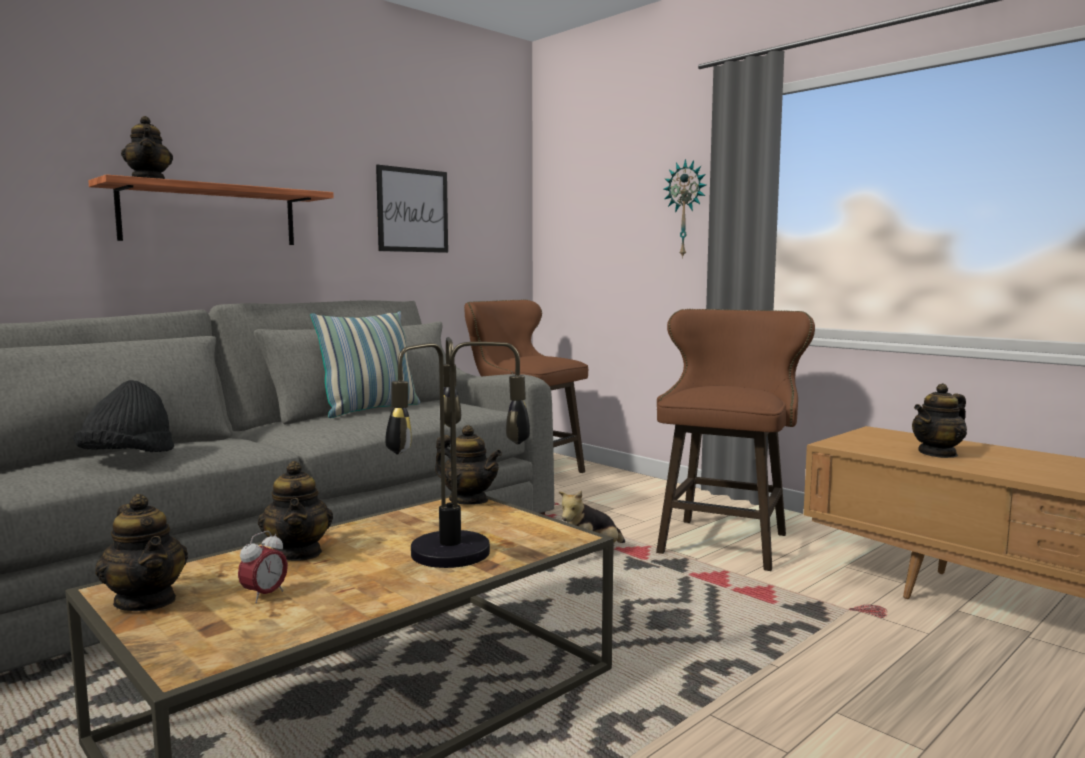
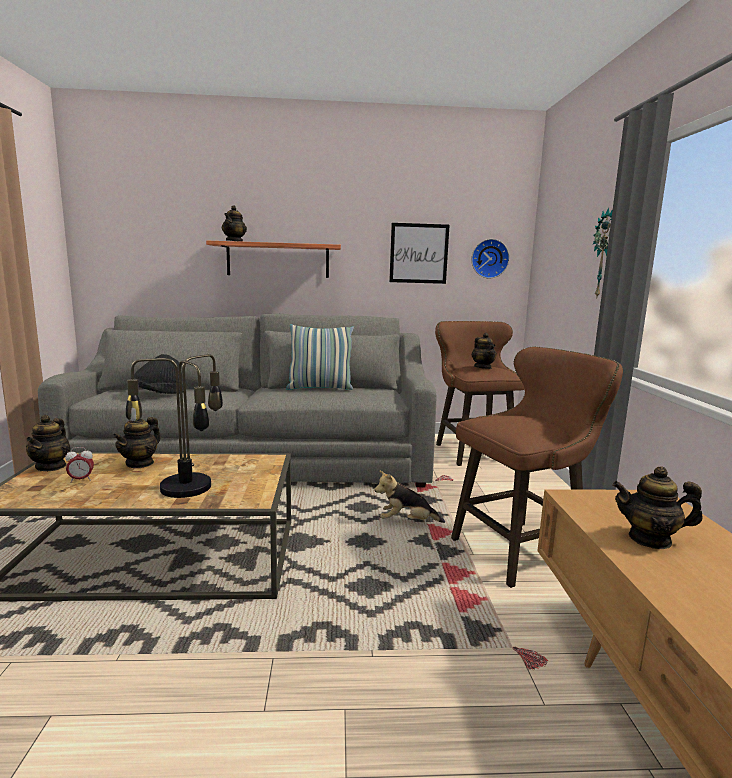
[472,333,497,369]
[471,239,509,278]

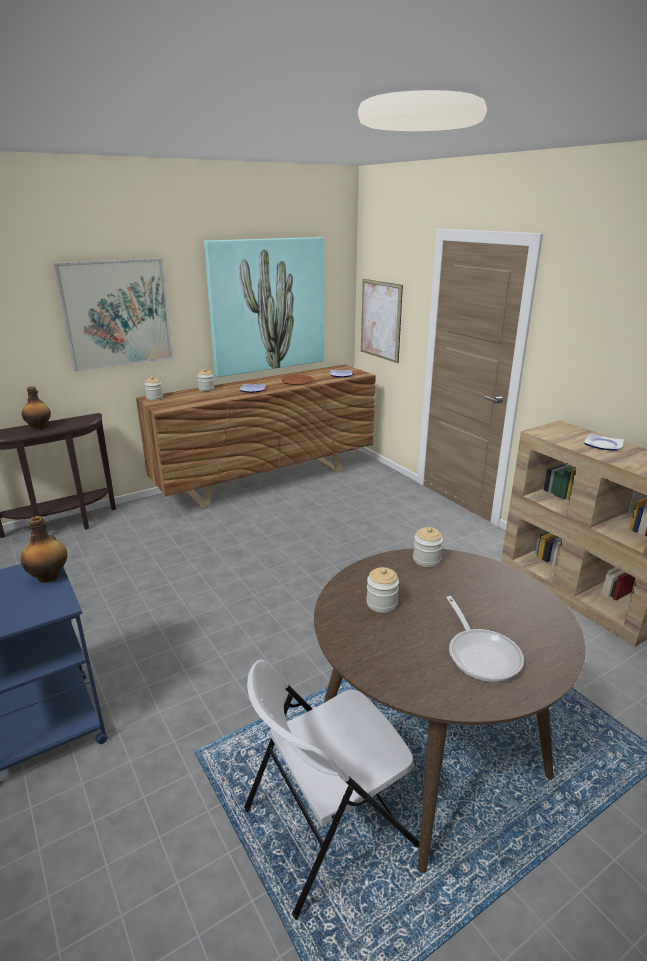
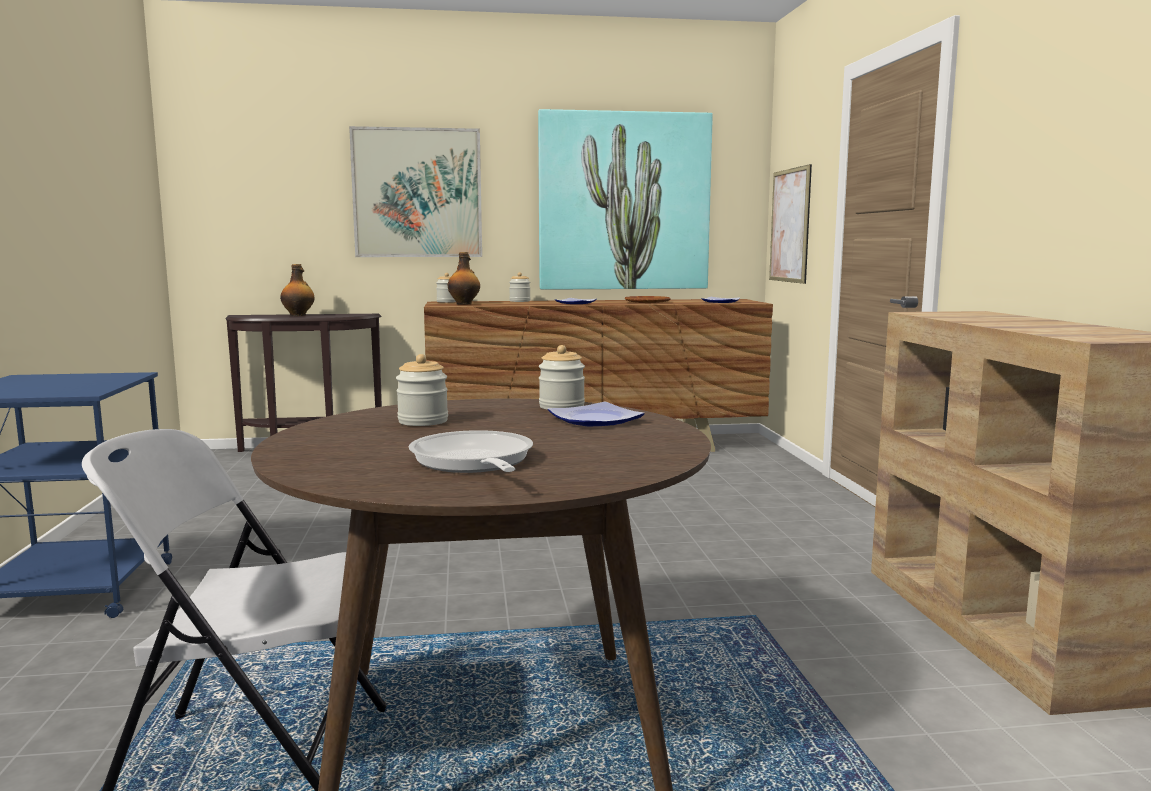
[548,402,645,426]
[447,252,480,305]
[409,430,533,473]

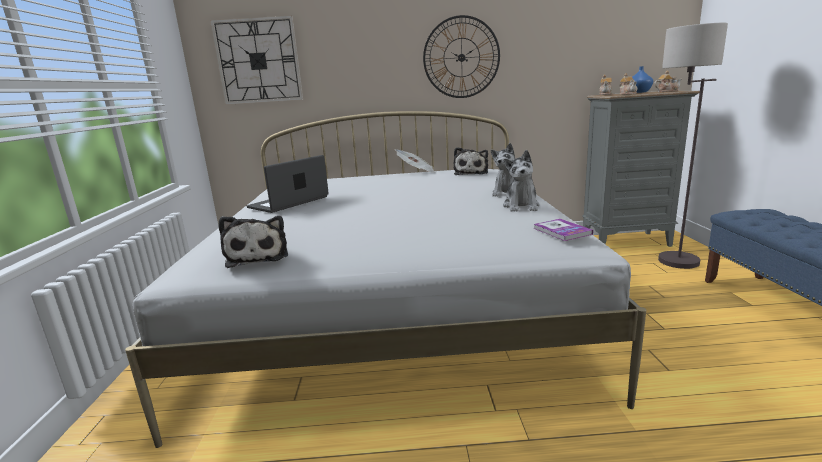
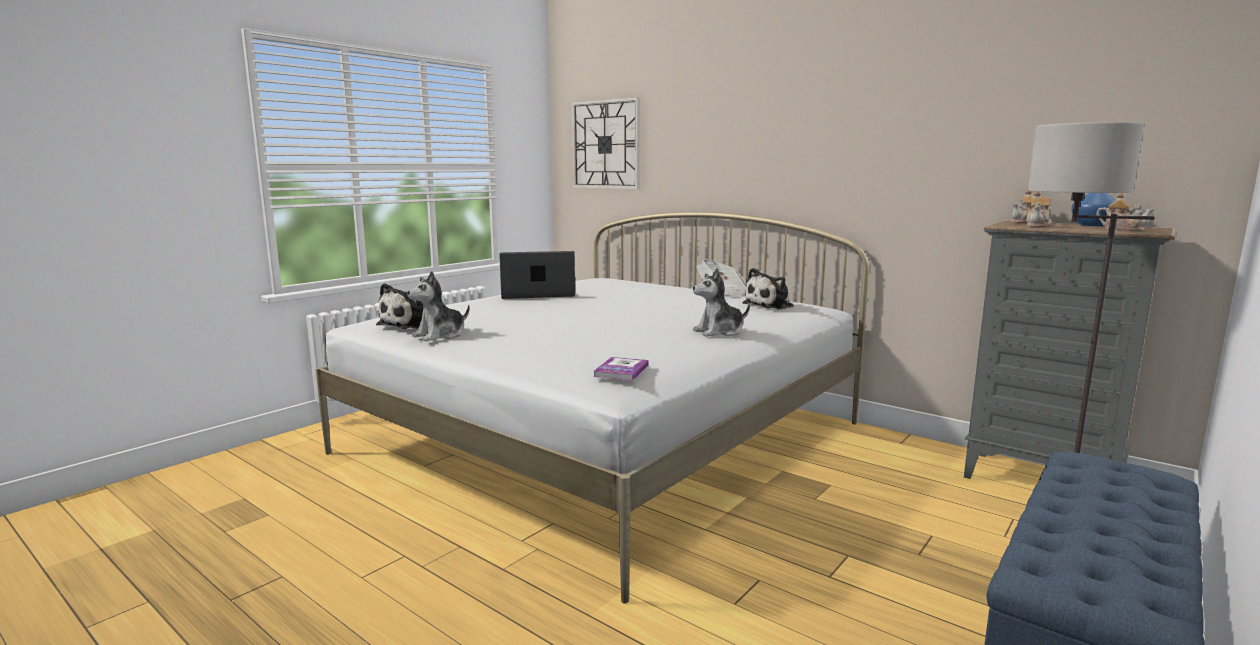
[423,15,500,98] (first image)
[408,271,470,341]

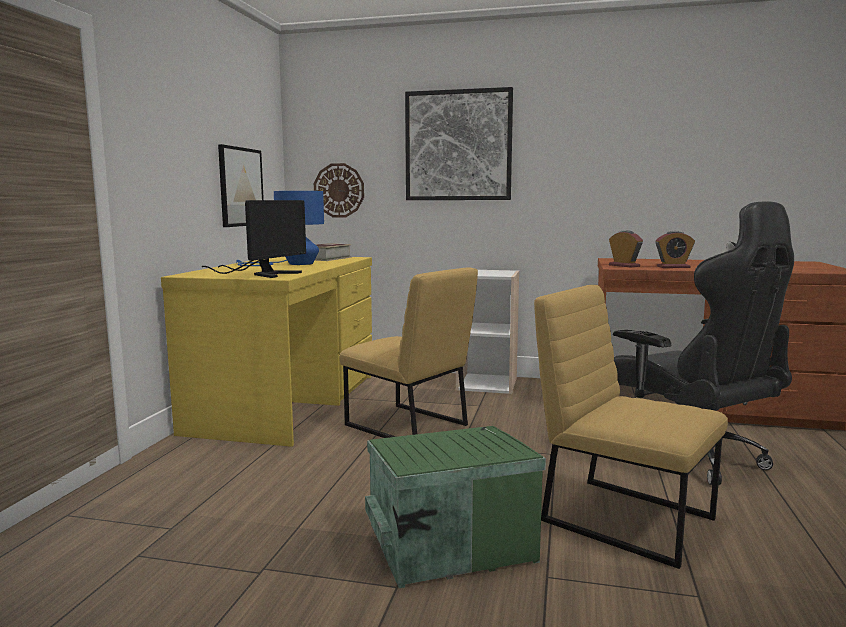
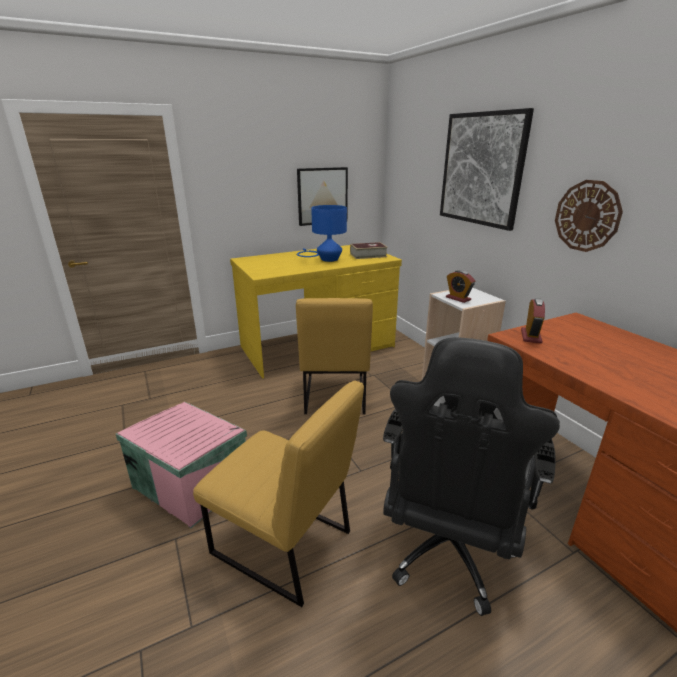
[555,180,623,252]
[202,200,306,278] (first image)
[446,270,475,303]
[193,380,364,607]
[116,402,247,528]

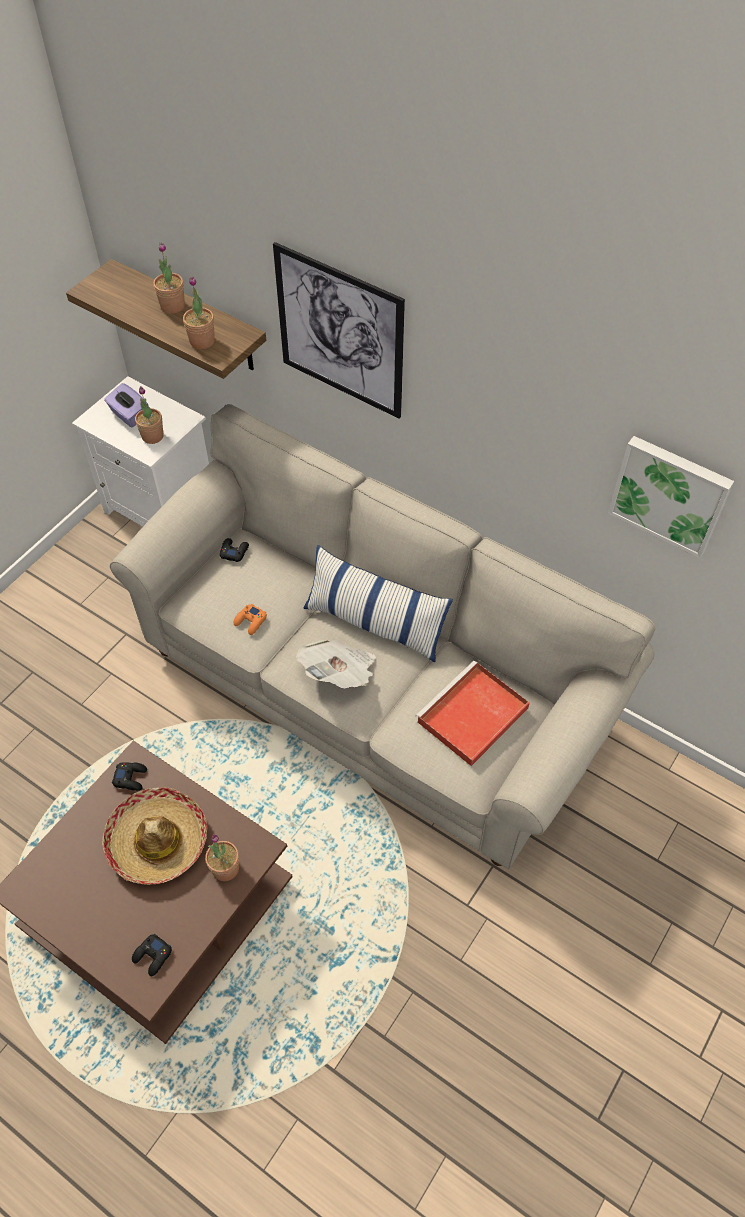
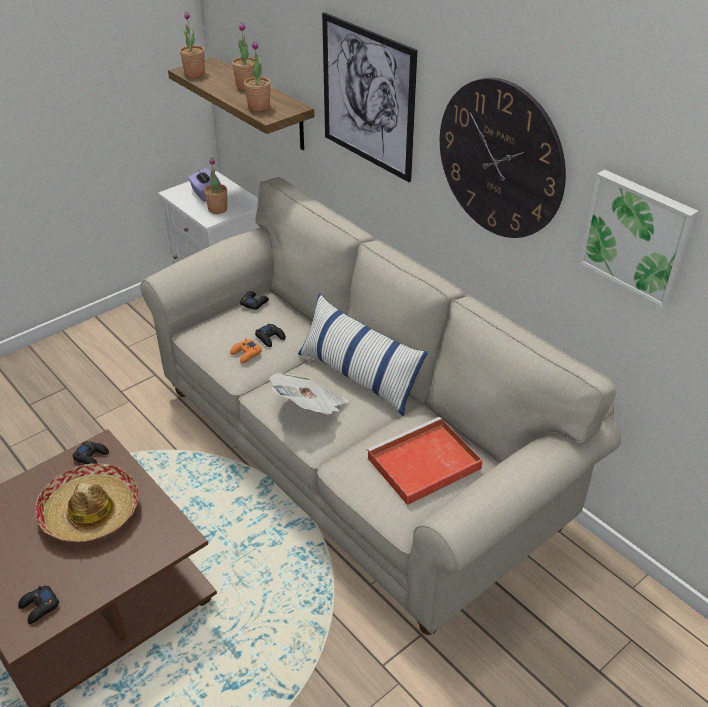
[180,11,205,77]
[440,78,566,238]
[255,324,286,347]

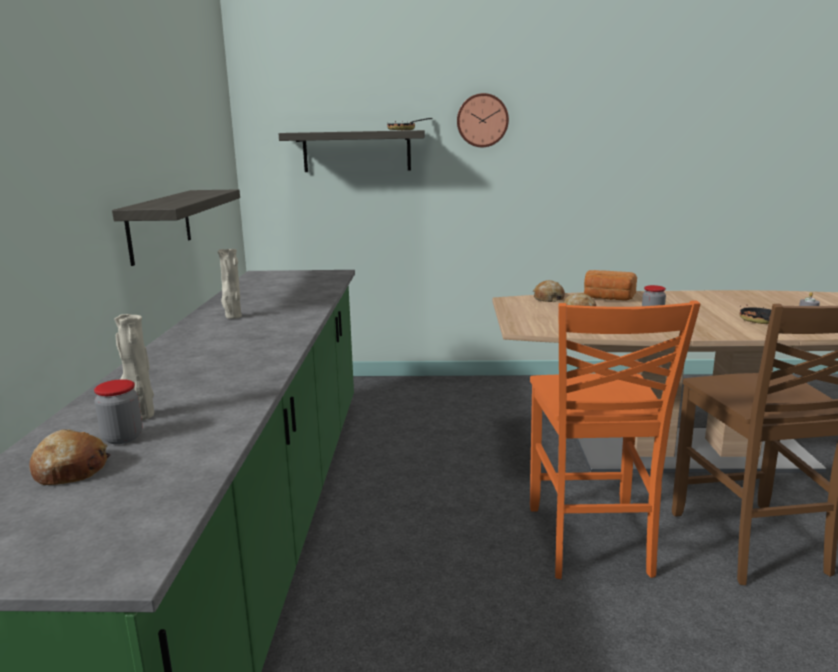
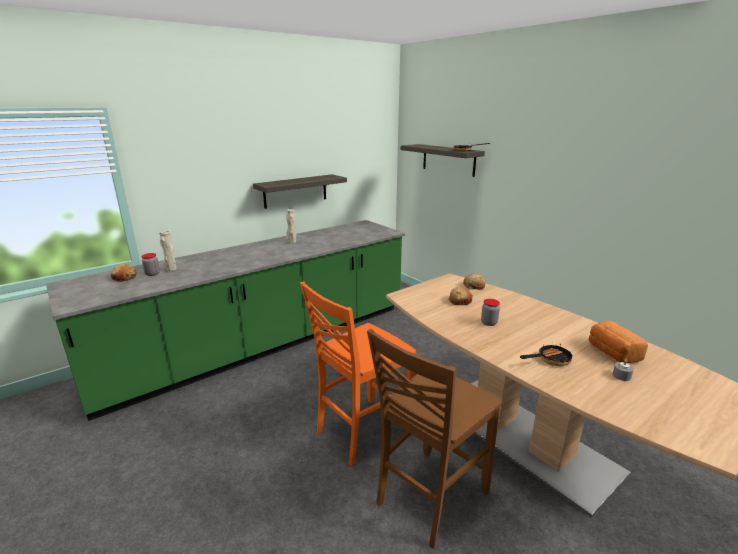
[457,93,509,147] (first image)
[589,321,648,363]

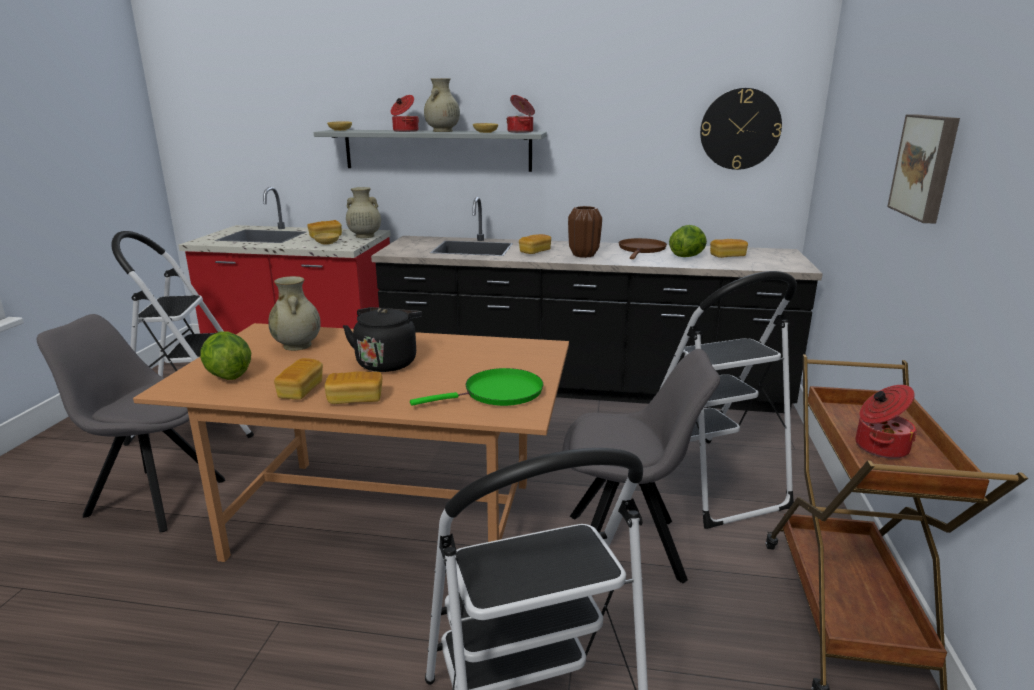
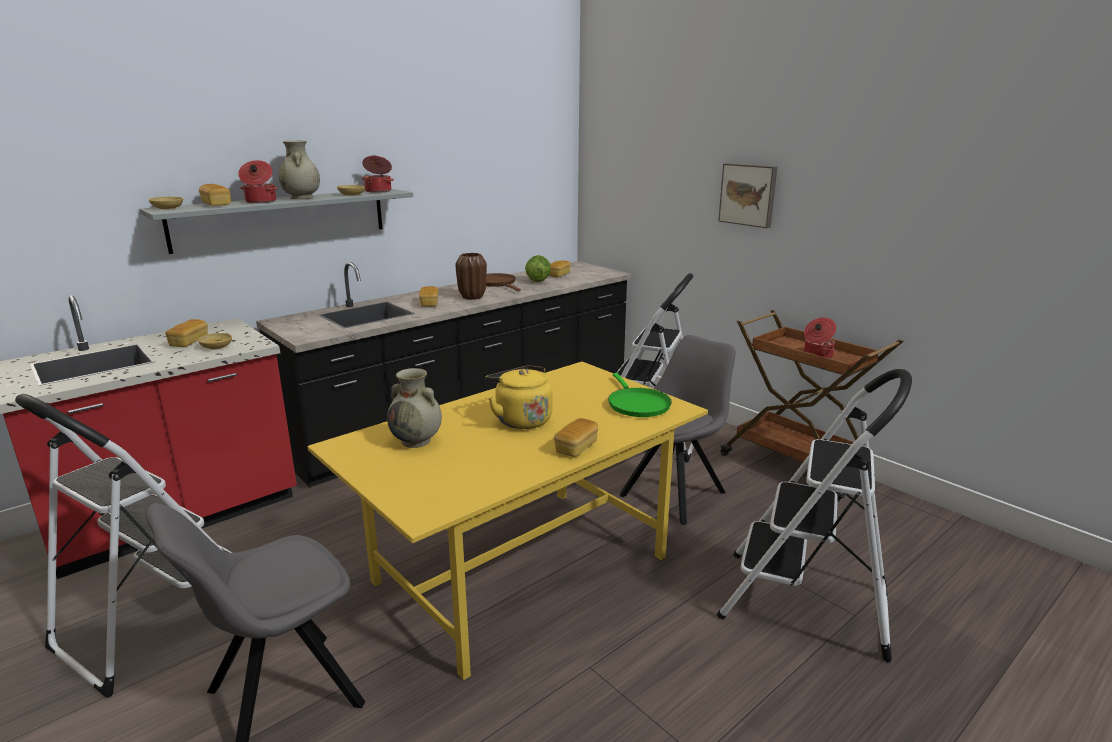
[700,88,782,170] (first image)
[346,187,381,238] (first image)
[485,365,552,429]
[307,362,708,680]
[200,331,251,380] (first image)
[199,184,231,206]
[608,373,672,417]

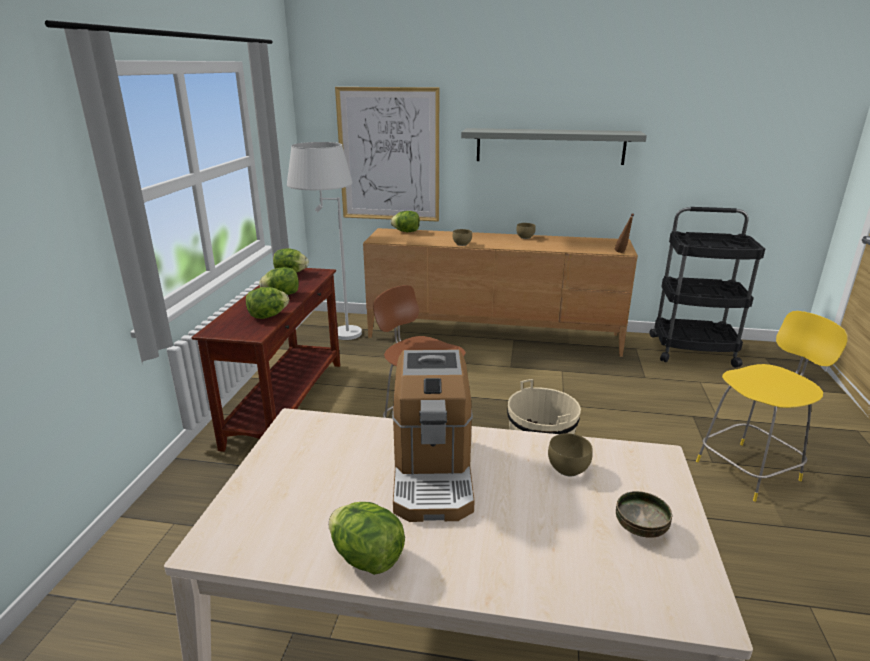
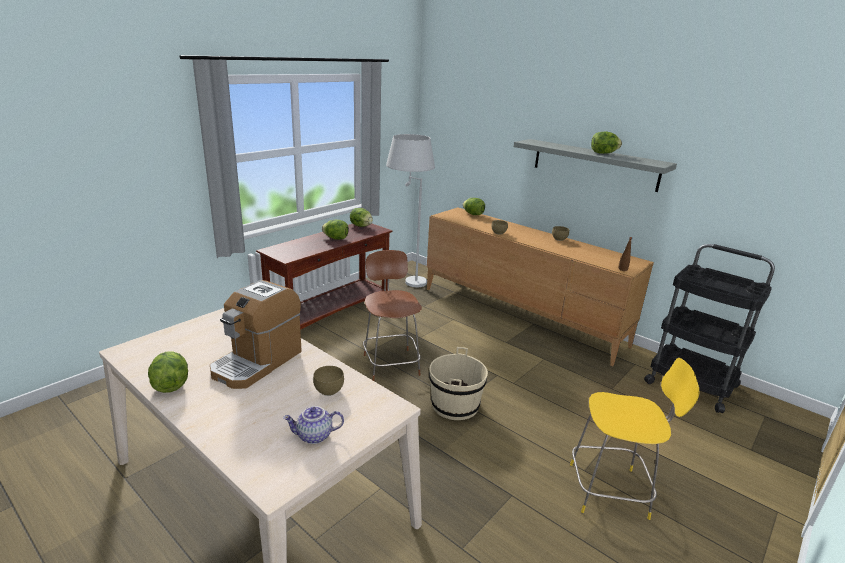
[335,87,439,222] (first image)
[591,132,622,154]
[283,406,344,444]

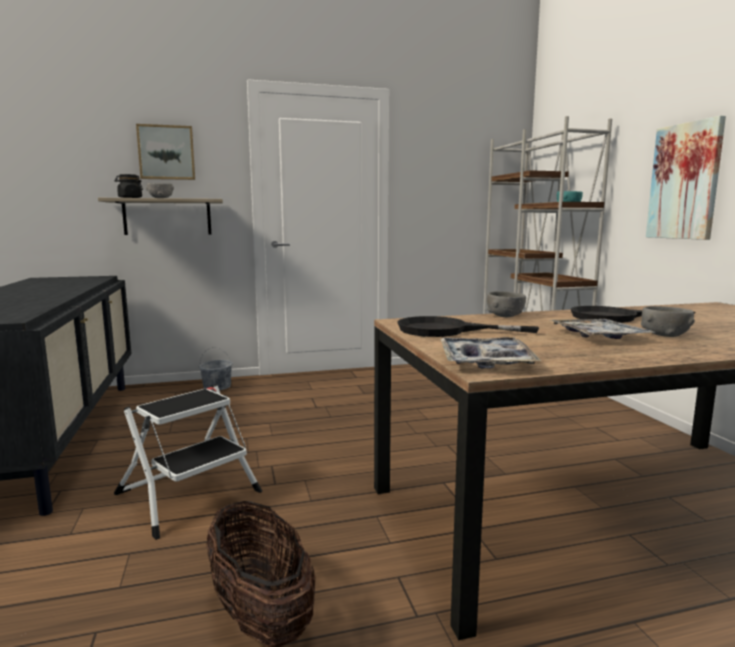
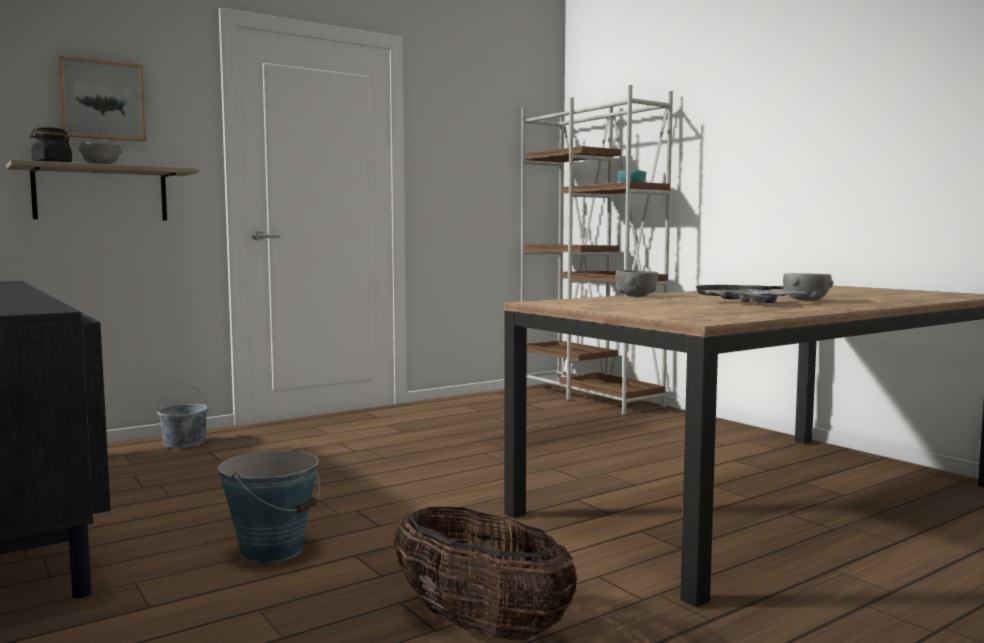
[646,116,726,240] (first image)
[398,316,539,337] (first image)
[441,337,541,369] (first image)
[218,447,320,563]

